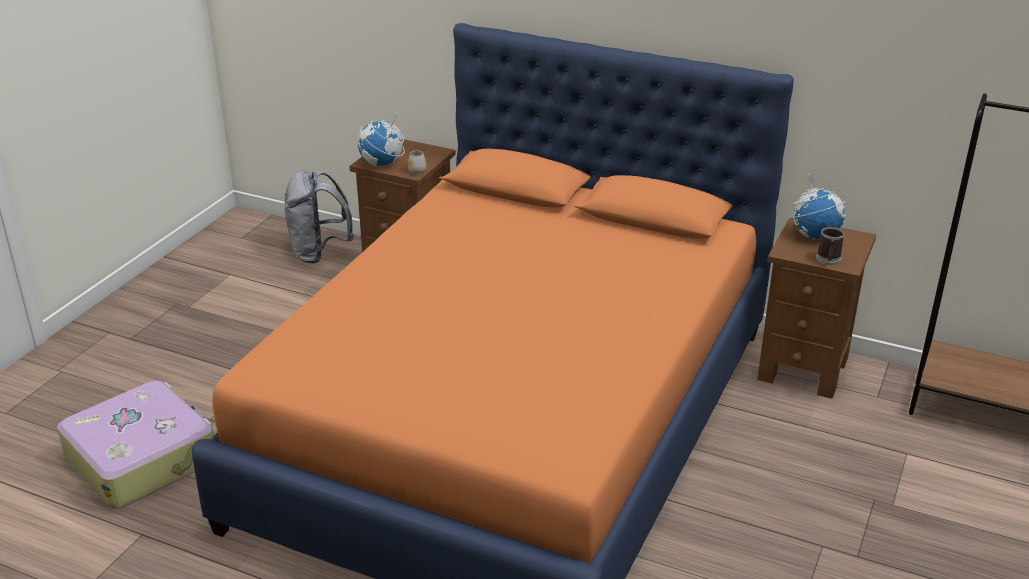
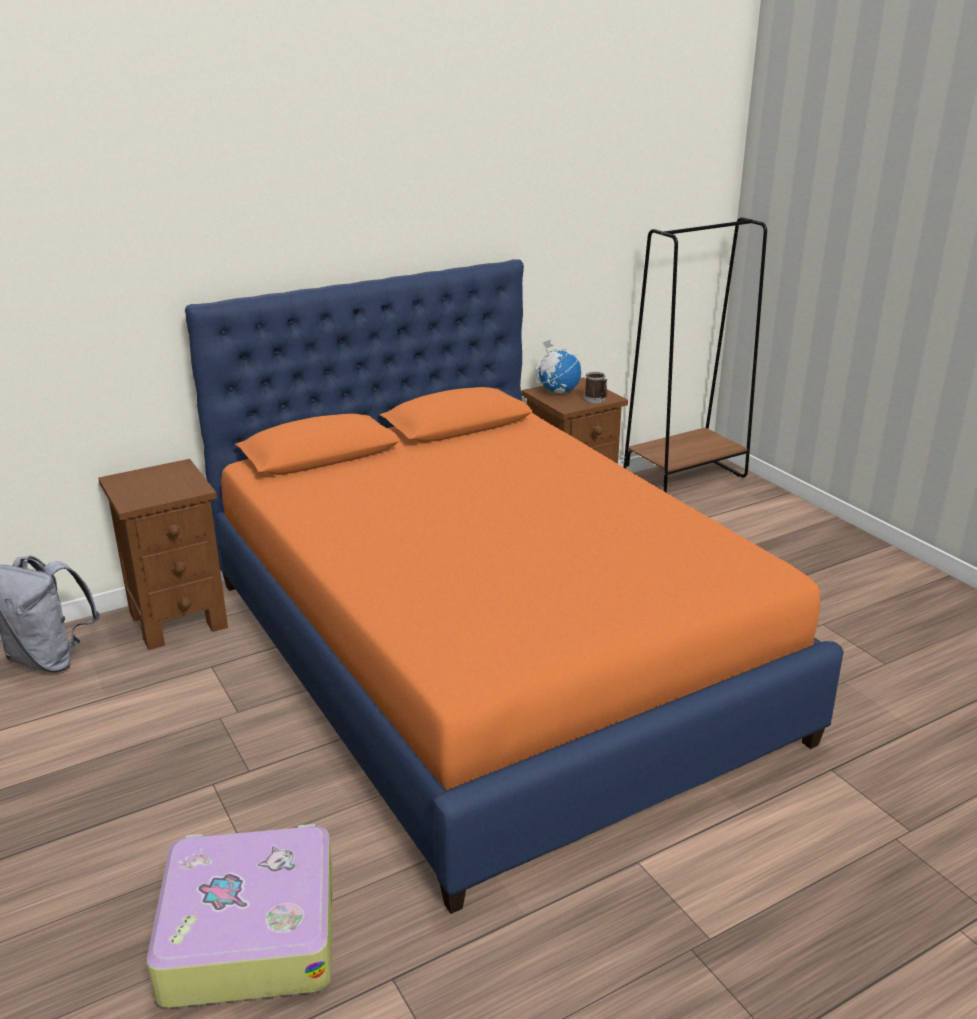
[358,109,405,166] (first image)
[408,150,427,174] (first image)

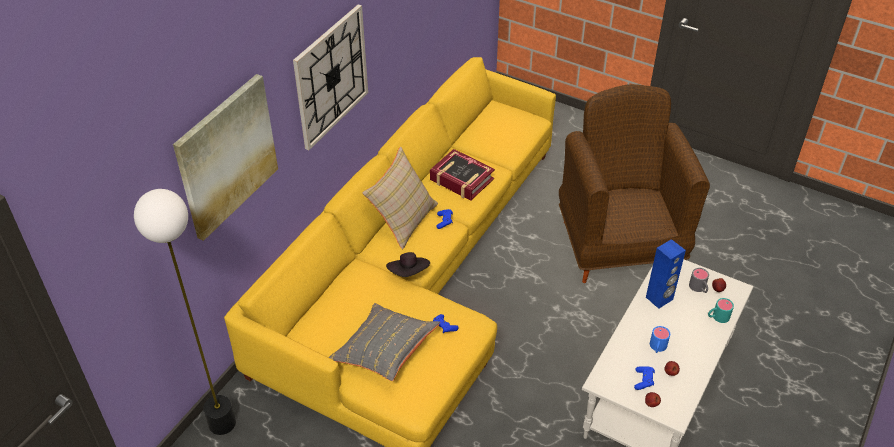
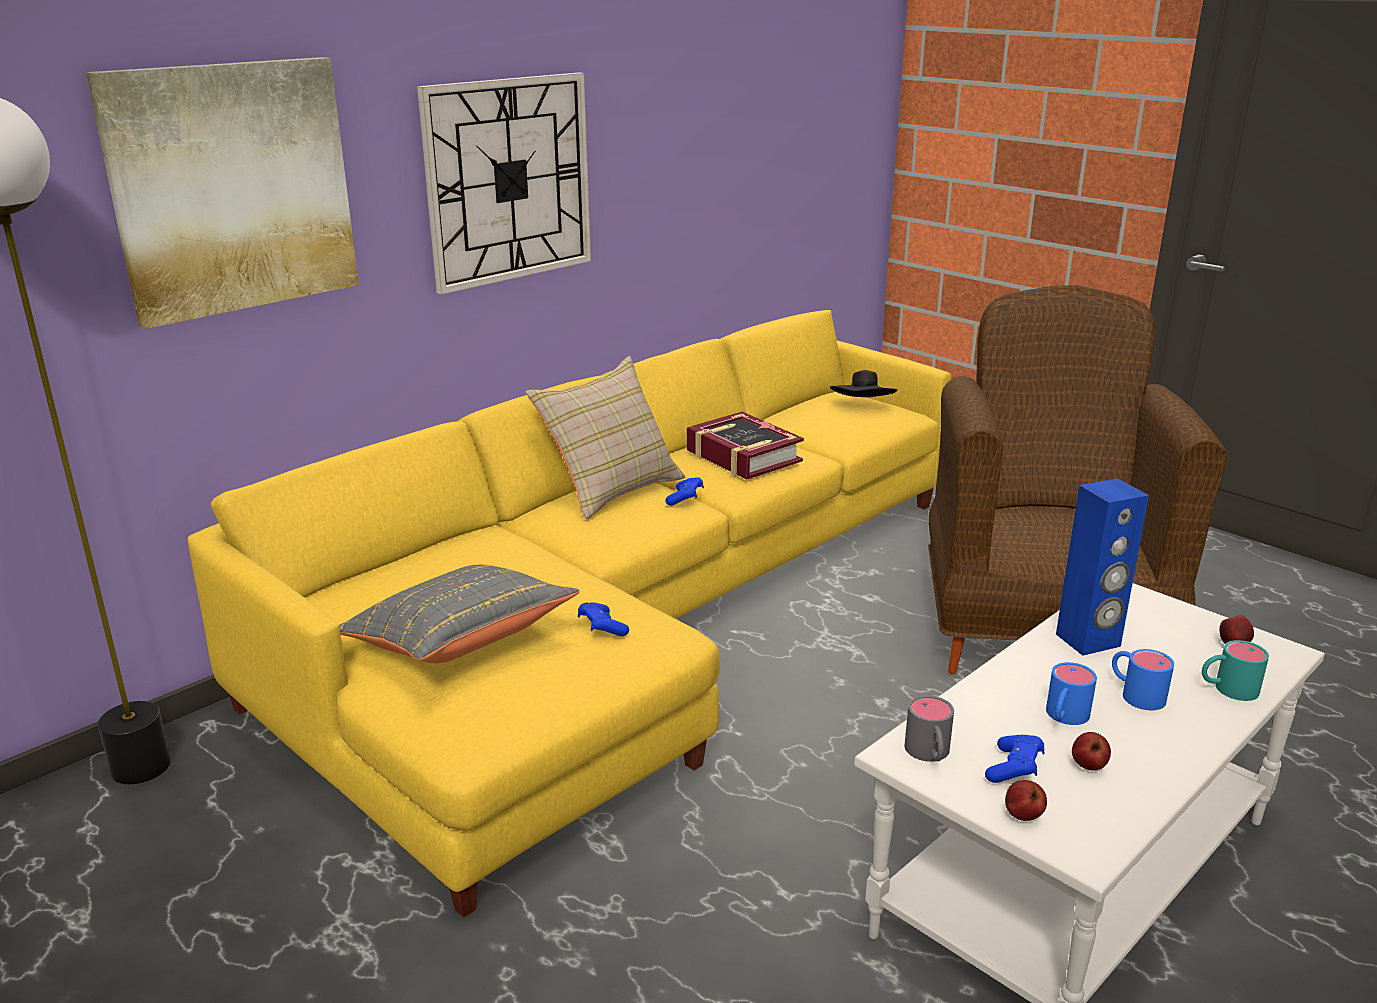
[830,370,897,397]
[905,695,954,762]
[1112,649,1174,710]

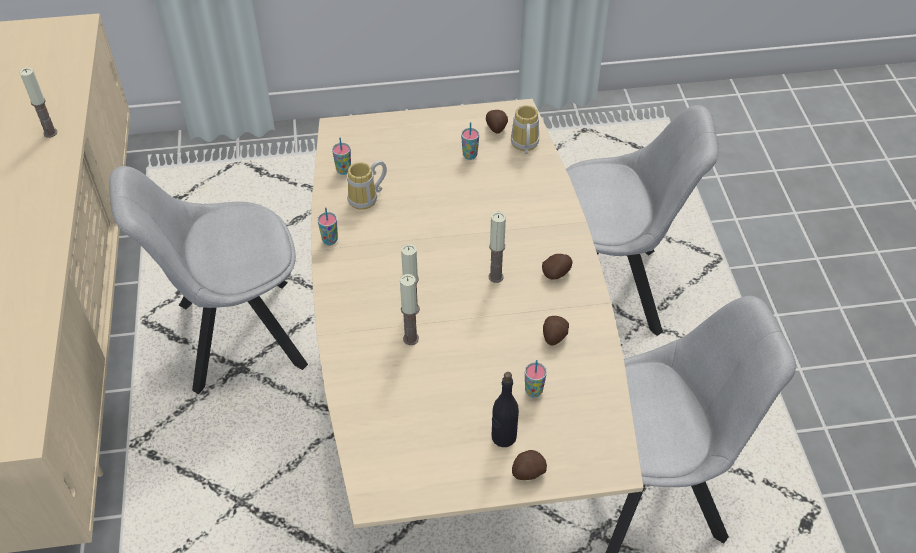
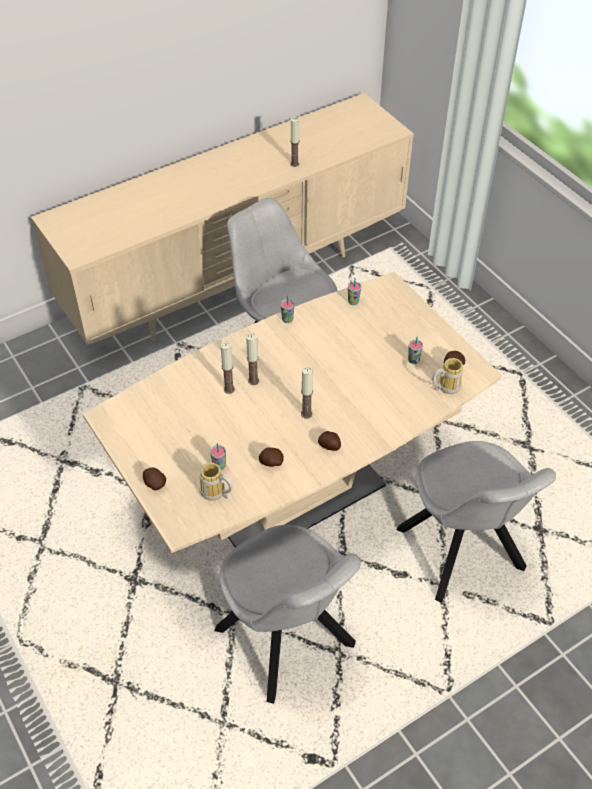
[199,462,233,501]
[492,372,519,447] (first image)

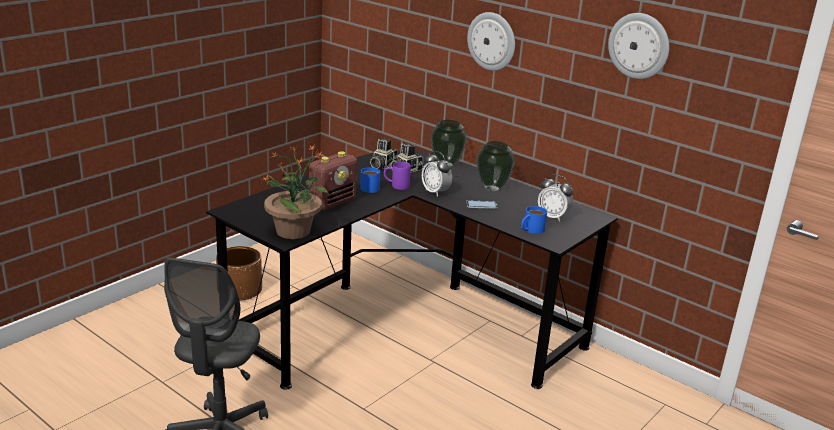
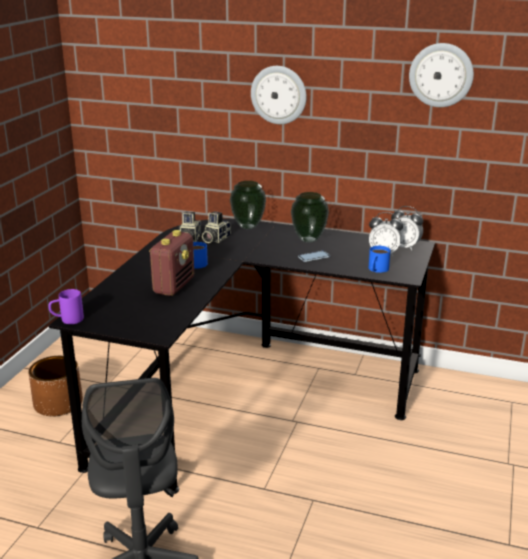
[262,145,329,239] (first image)
[391,206,423,250]
[48,289,84,324]

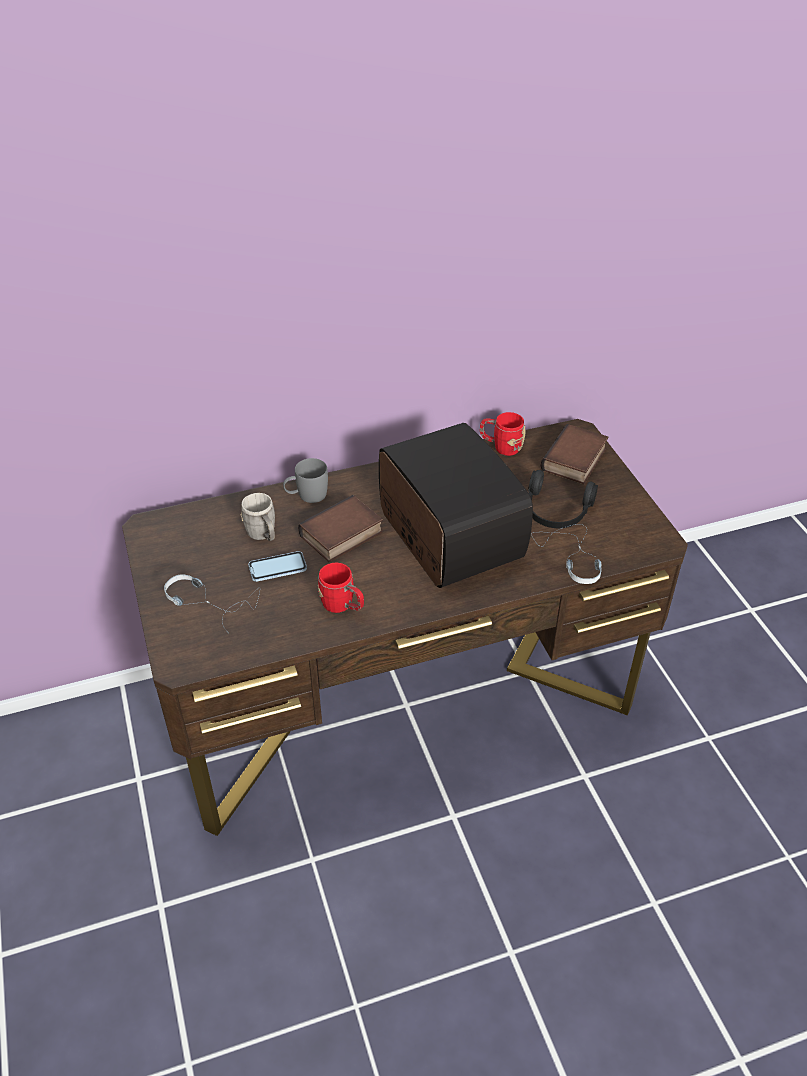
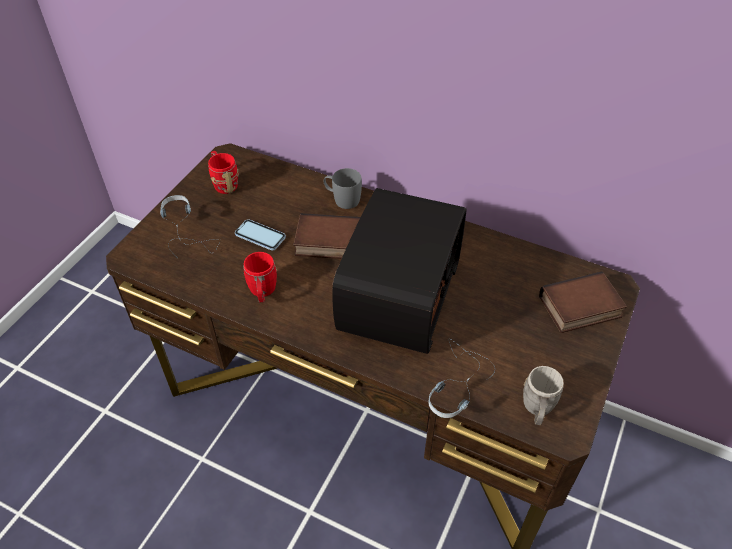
[208,151,239,194]
[528,470,598,528] (first image)
[523,366,564,425]

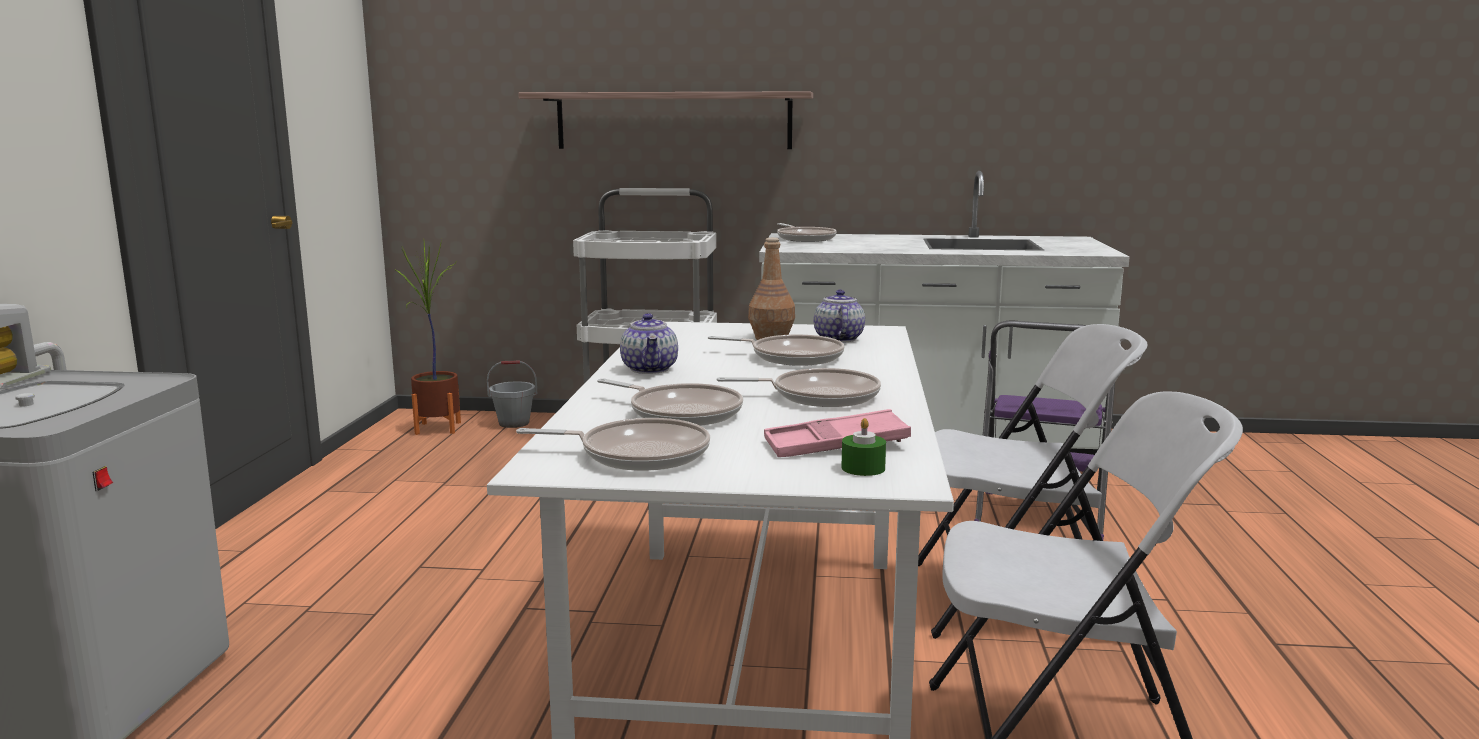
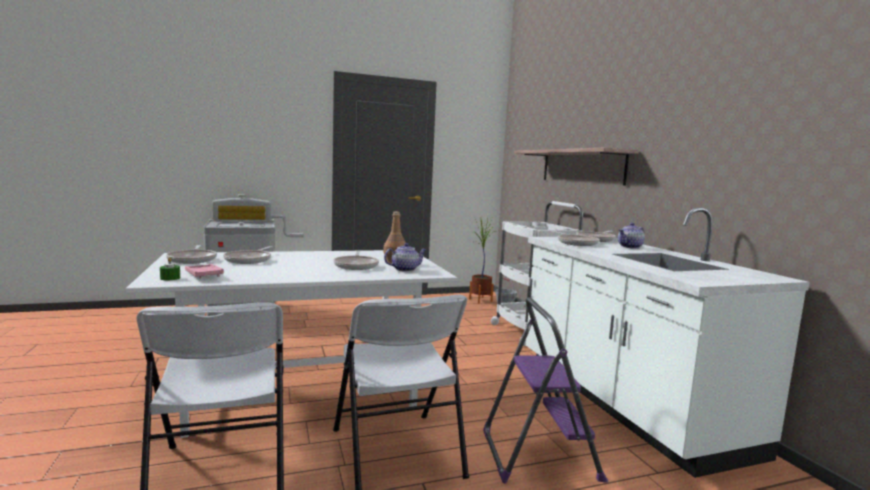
[618,223,645,249]
[552,231,600,246]

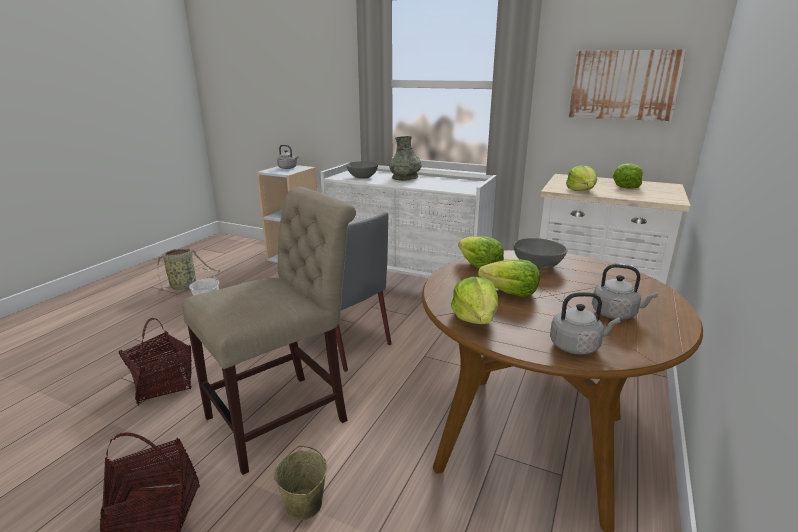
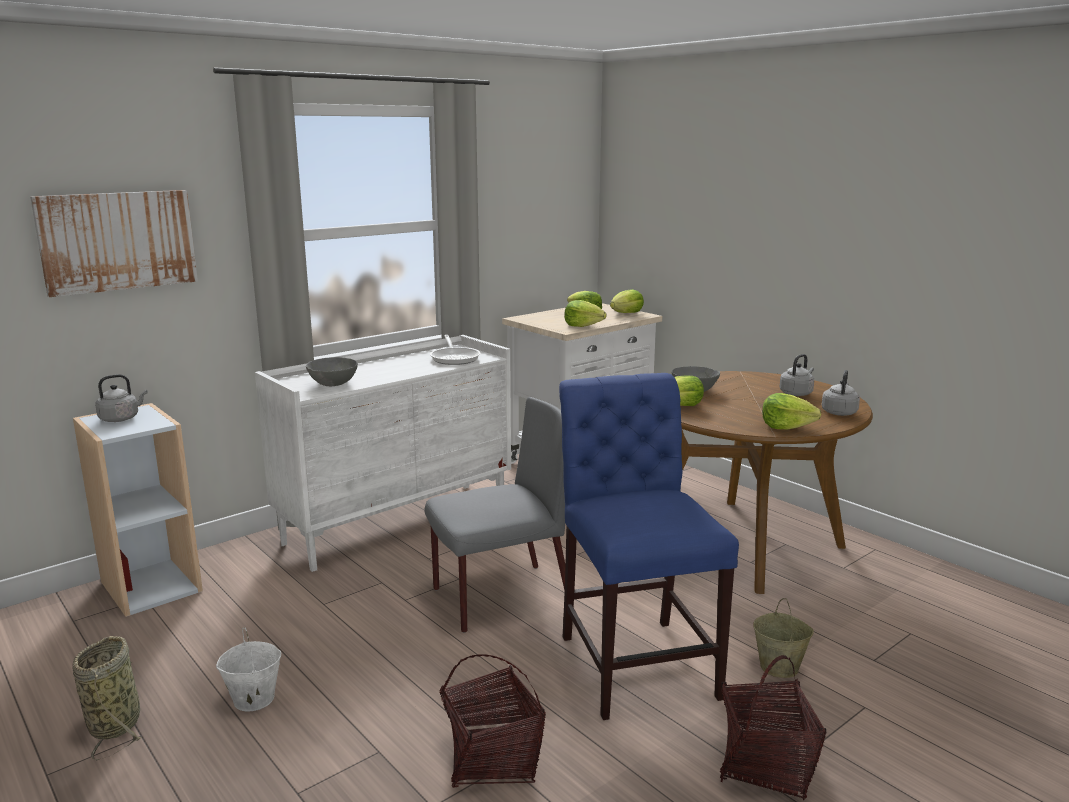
[30,190,198,297]
[389,136,421,181] (first image)
[559,373,739,720]
[610,289,644,313]
[430,335,481,365]

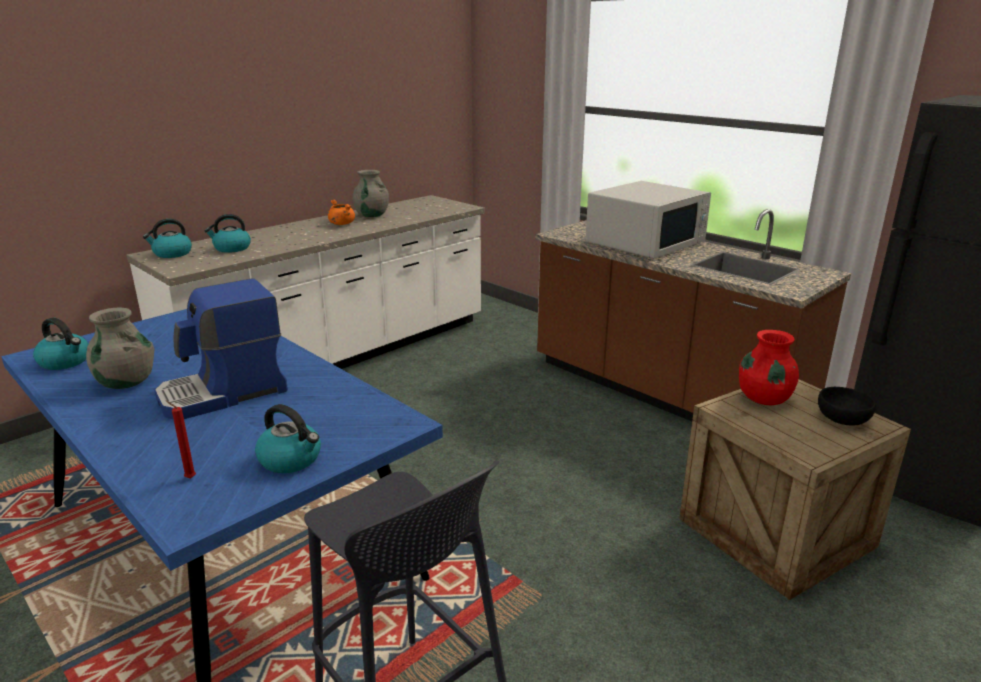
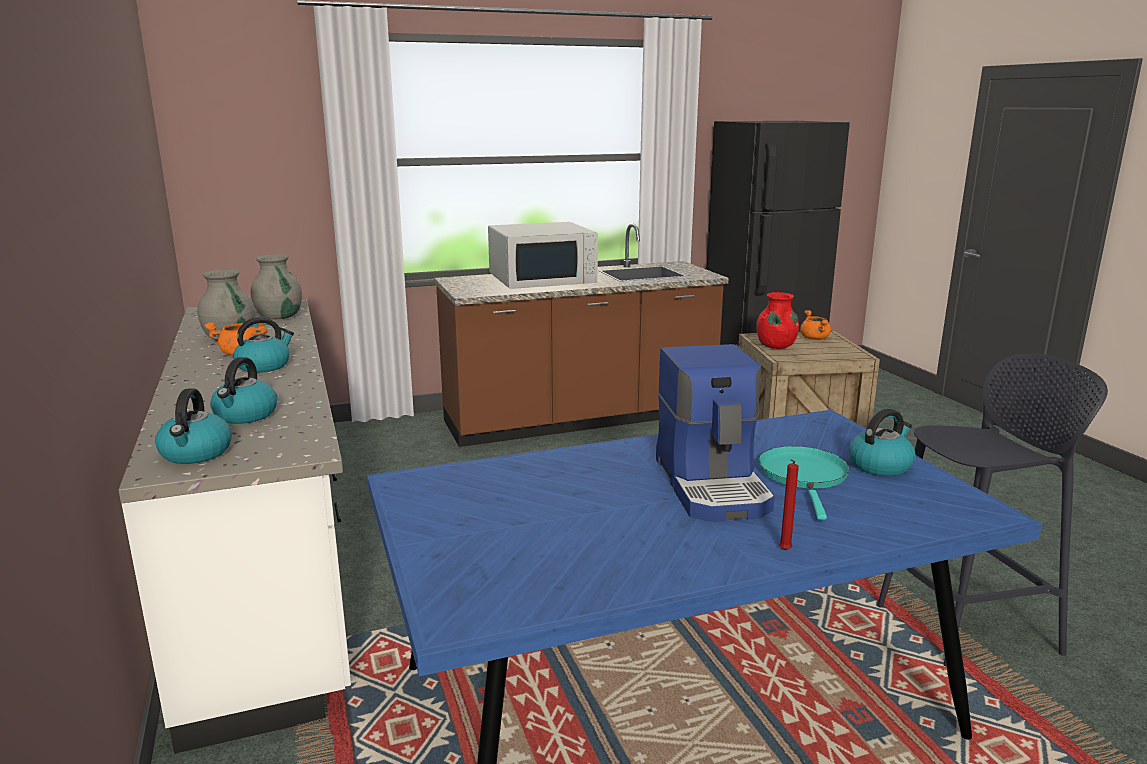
[488,222,598,289]
[251,254,302,320]
[233,317,294,373]
[800,310,831,340]
[779,459,799,550]
[759,446,850,520]

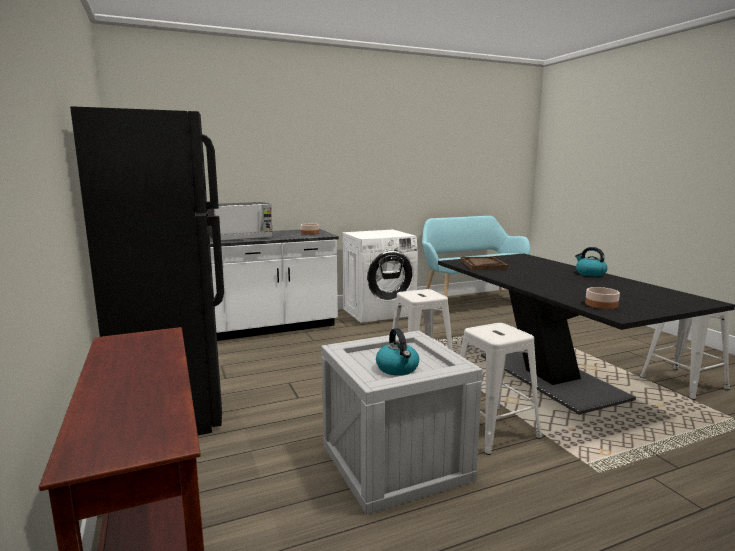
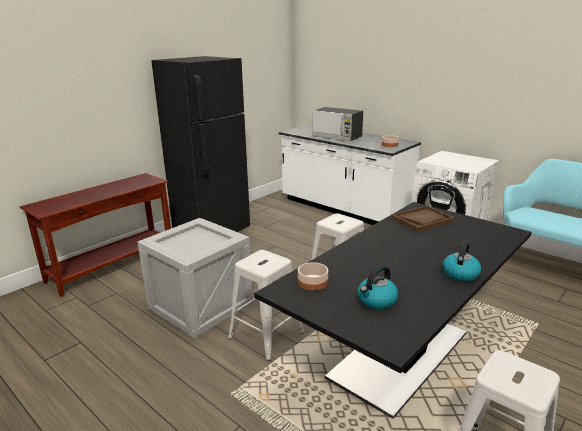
[358,265,398,309]

